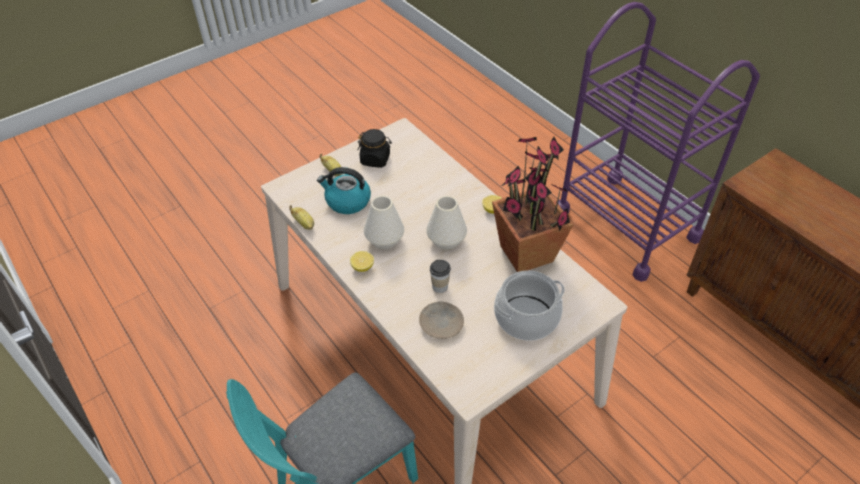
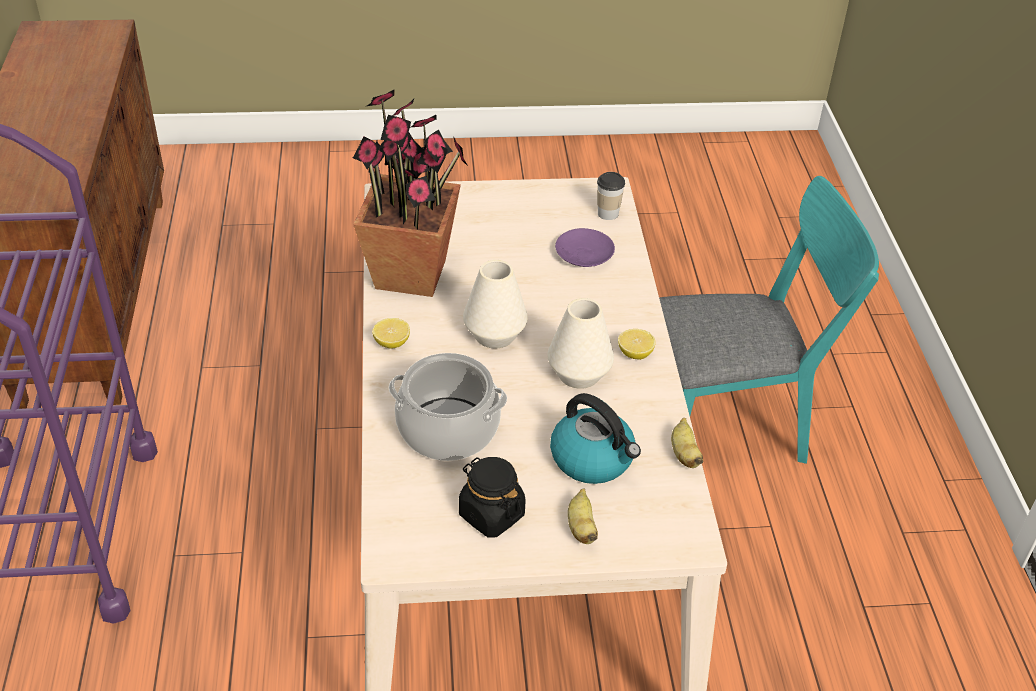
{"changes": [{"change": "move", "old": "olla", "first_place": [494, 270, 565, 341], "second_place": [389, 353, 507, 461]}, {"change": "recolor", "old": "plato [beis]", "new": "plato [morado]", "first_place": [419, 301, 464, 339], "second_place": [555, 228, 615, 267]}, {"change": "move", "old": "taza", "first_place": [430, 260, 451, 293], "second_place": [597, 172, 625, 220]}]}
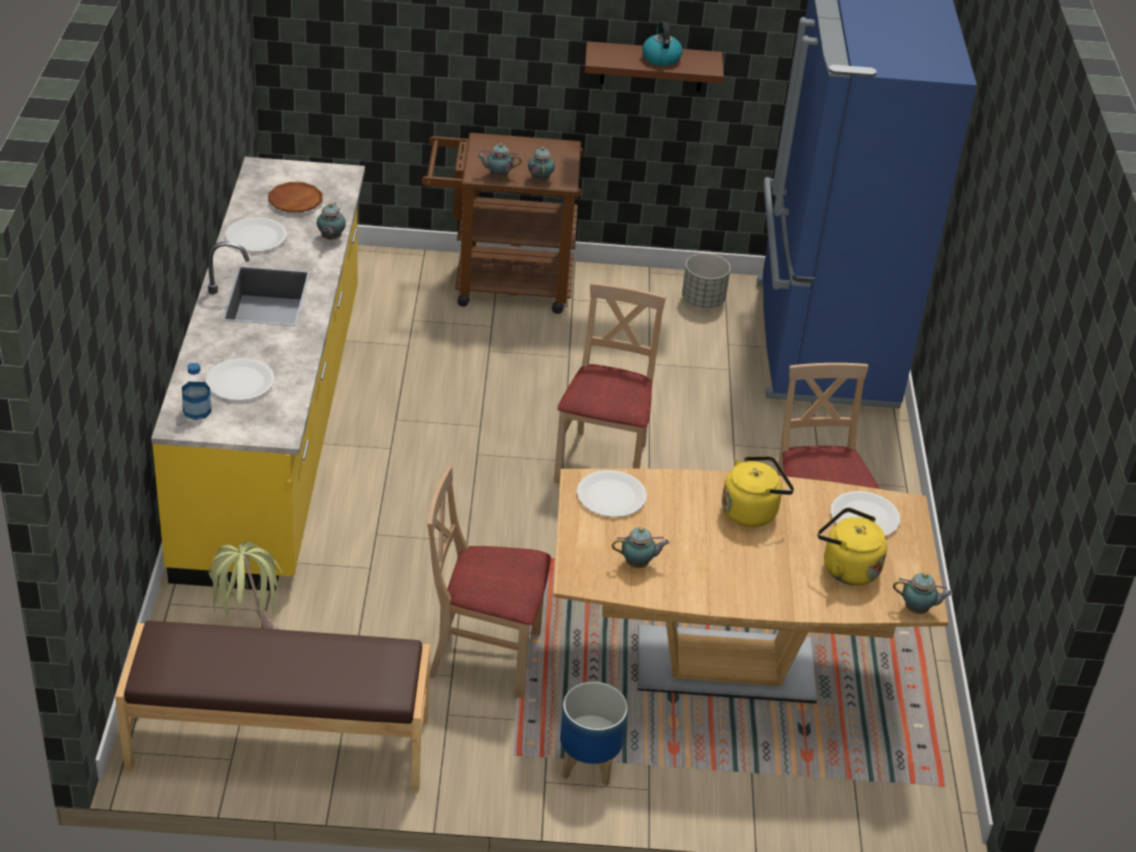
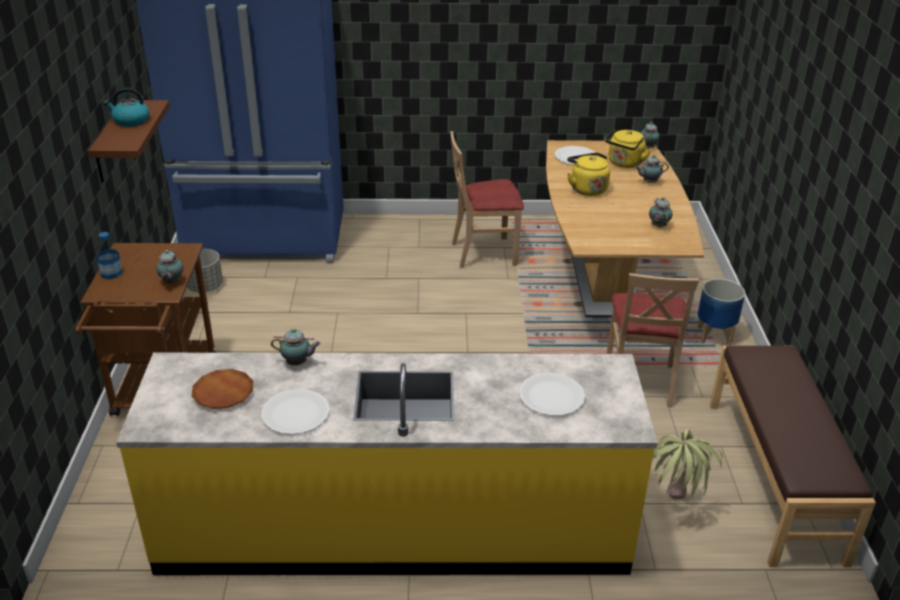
{"changes": [{"change": "move", "old": "botella", "first_place": [182, 363, 212, 420], "second_place": [96, 232, 123, 279]}, {"change": "move", "old": "tetera", "first_place": [528, 147, 555, 182], "second_place": [635, 155, 669, 183]}, {"change": "delete", "old": "silla [beis]", "first_place": [554, 282, 666, 484]}, {"change": "delete", "old": "plato [blanco]", "first_place": [577, 470, 647, 517]}]}
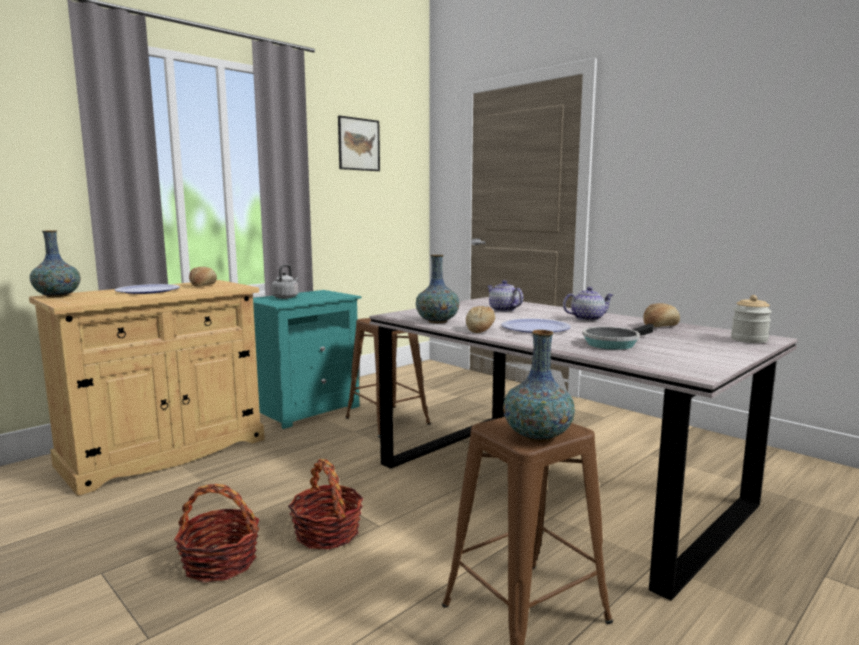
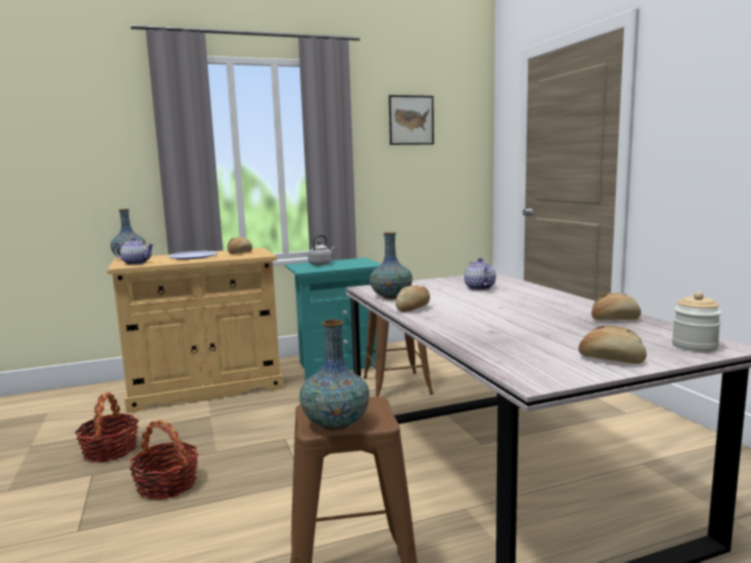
{"changes": [{"change": "move", "old": "cesta", "first_place": [288, 459, 364, 549], "second_place": [74, 392, 139, 462]}, {"change": "move", "old": "tetera", "first_place": [563, 287, 613, 321], "second_place": [114, 237, 154, 265]}, {"change": "insert", "new": "pan", "second_place": [579, 326, 647, 364]}, {"change": "delete", "old": "plato", "first_place": [501, 318, 571, 333]}, {"change": "delete", "old": "sartén", "first_place": [582, 324, 654, 350]}]}
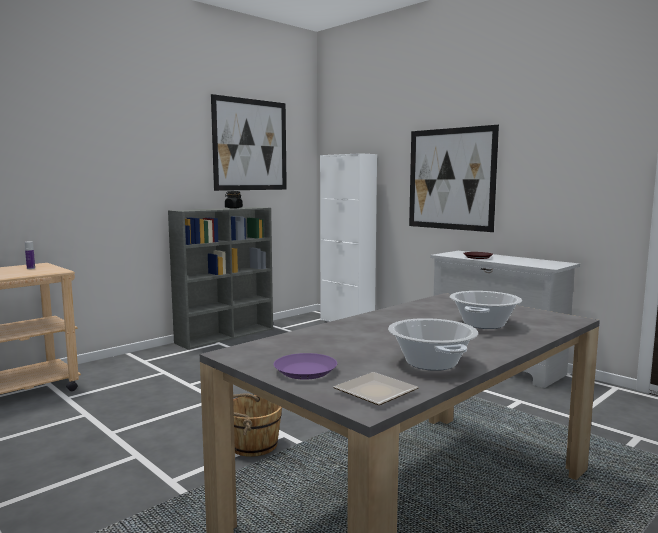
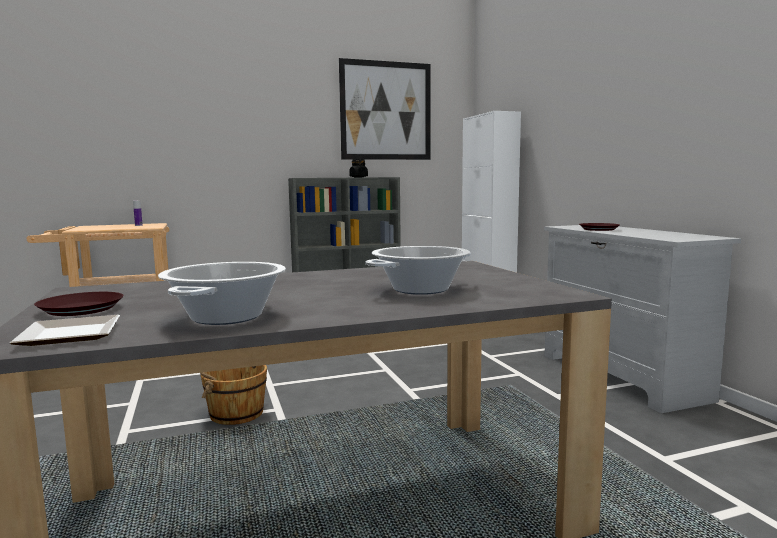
{"changes": [{"change": "recolor", "old": "plato [morado]", "new": "plato [marrón]", "first_place": [274, 353, 337, 380], "second_place": [34, 292, 123, 316]}, {"change": "delete", "old": "cuadro", "first_place": [409, 125, 499, 232]}]}
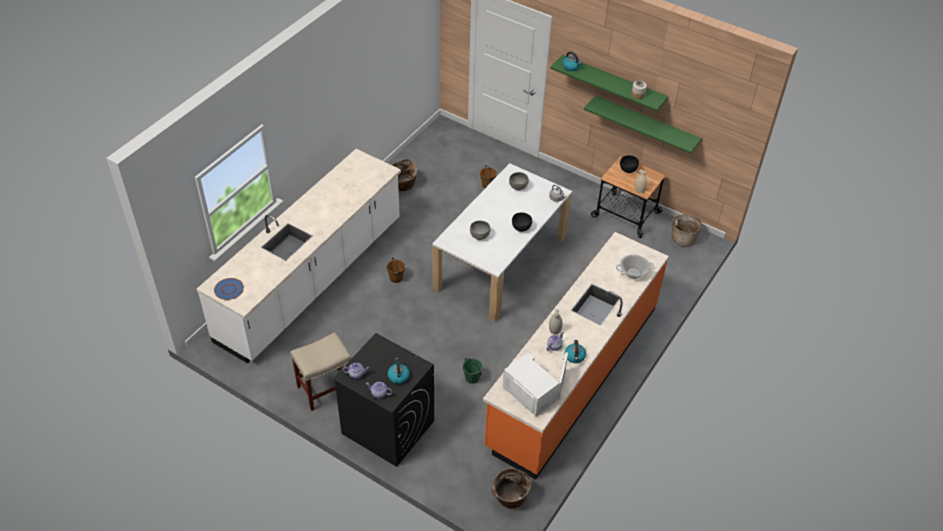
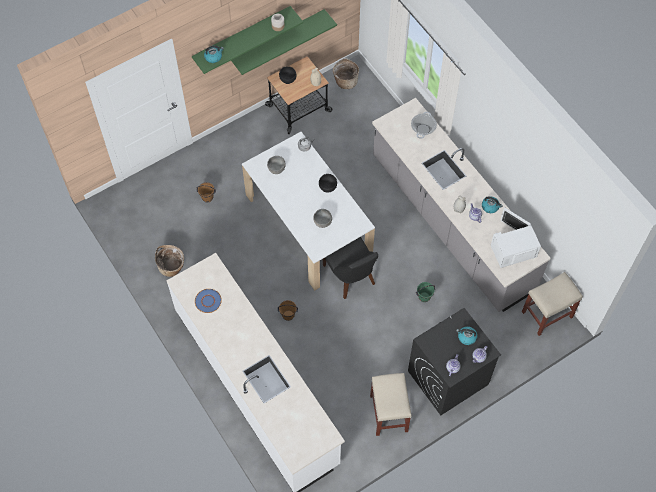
{"changes": [{"change": "move", "old": "plato [azul]", "first_place": [214, 278, 244, 300], "second_place": [195, 289, 222, 313]}, {"change": "insert", "new": "silla [negro]", "second_place": [323, 237, 378, 299]}, {"change": "recolor", "old": "mueble bajo de cocina [naranja]", "new": "mueble bajo de cocina [gris]", "first_place": [483, 232, 669, 480], "second_place": [372, 98, 551, 312]}, {"change": "replace", "old": "cesta", "new": "taburete [beis]", "first_place": [491, 468, 532, 508], "second_place": [522, 272, 583, 336]}]}
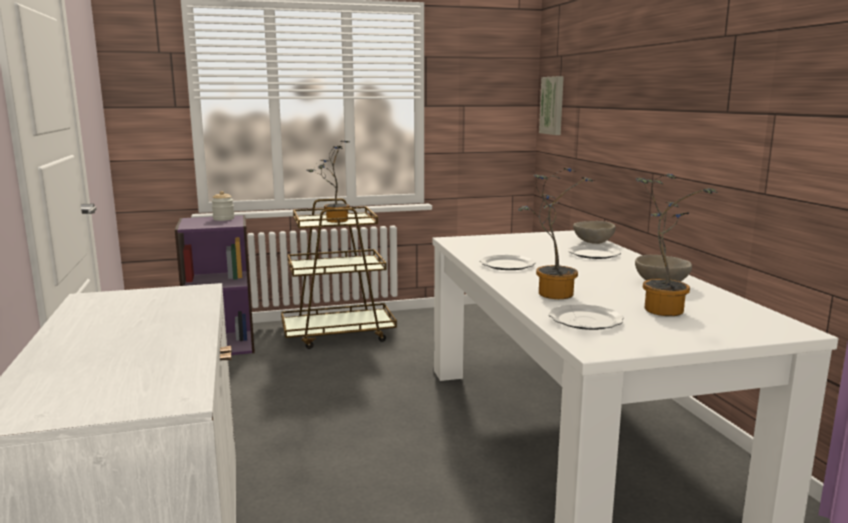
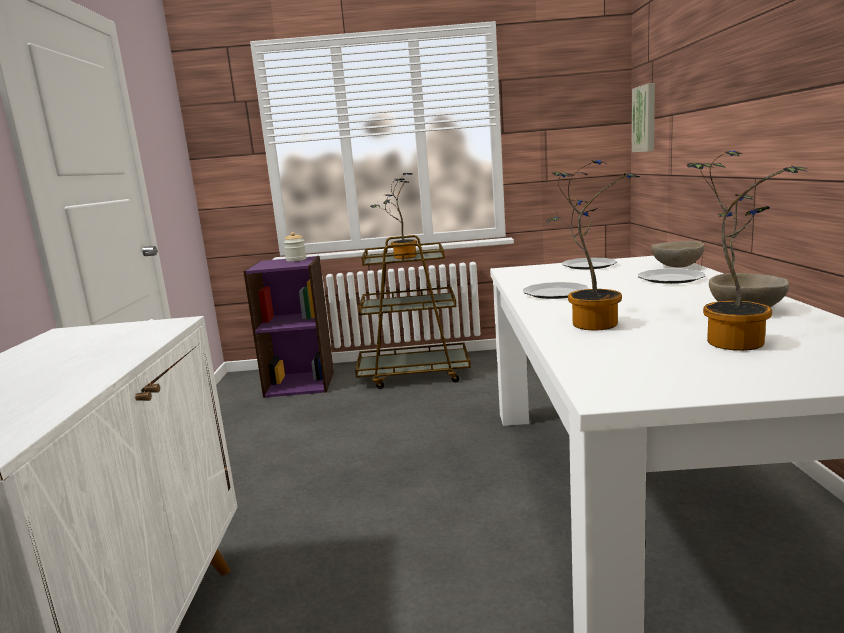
{"changes": [{"change": "move", "old": "plato", "first_place": [549, 304, 624, 330], "second_place": [561, 257, 617, 269]}]}
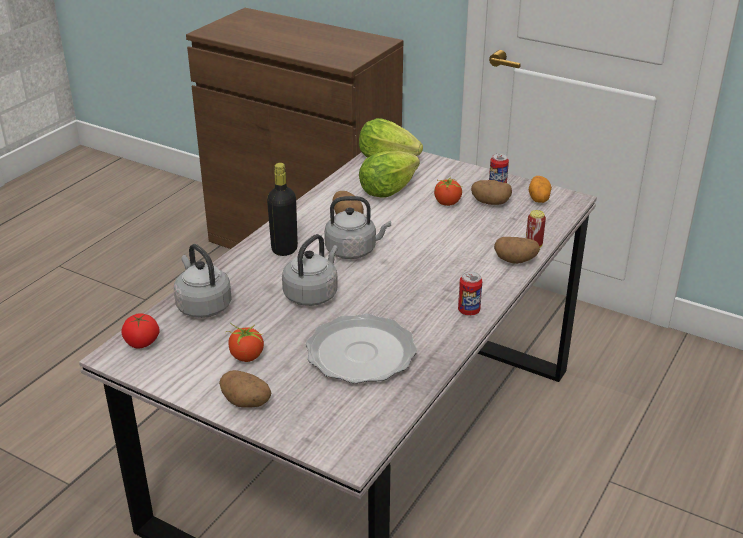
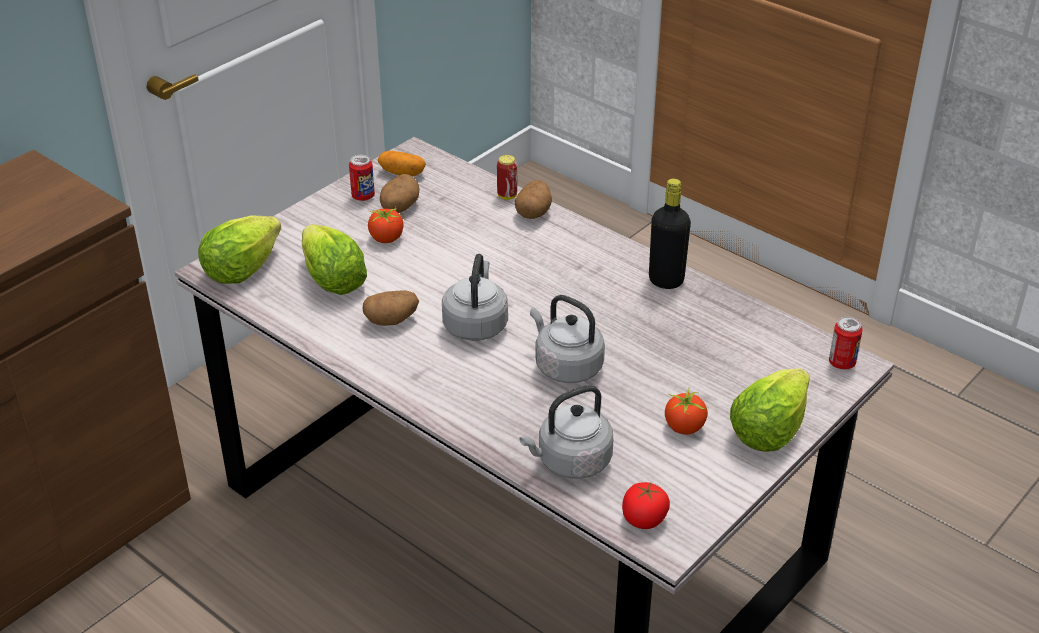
{"changes": [{"change": "move", "old": "botella [negro]", "first_place": [267, 163, 298, 256], "second_place": [649, 179, 691, 289]}, {"change": "replace", "old": "patata", "new": "lechuga", "first_place": [219, 370, 271, 408], "second_place": [730, 368, 810, 452]}, {"change": "move", "old": "lata", "first_place": [458, 271, 482, 316], "second_place": [829, 317, 863, 369]}, {"change": "delete", "old": "plato", "first_place": [306, 314, 417, 383]}]}
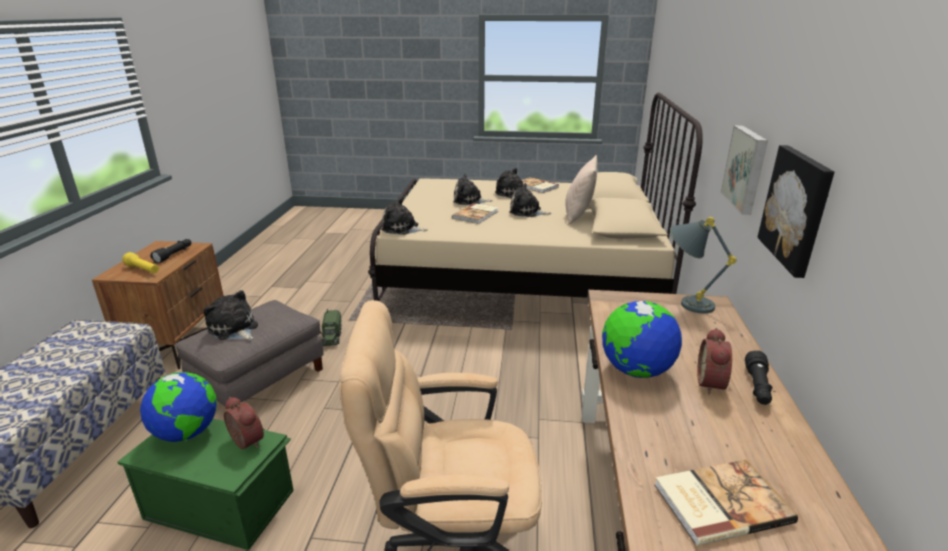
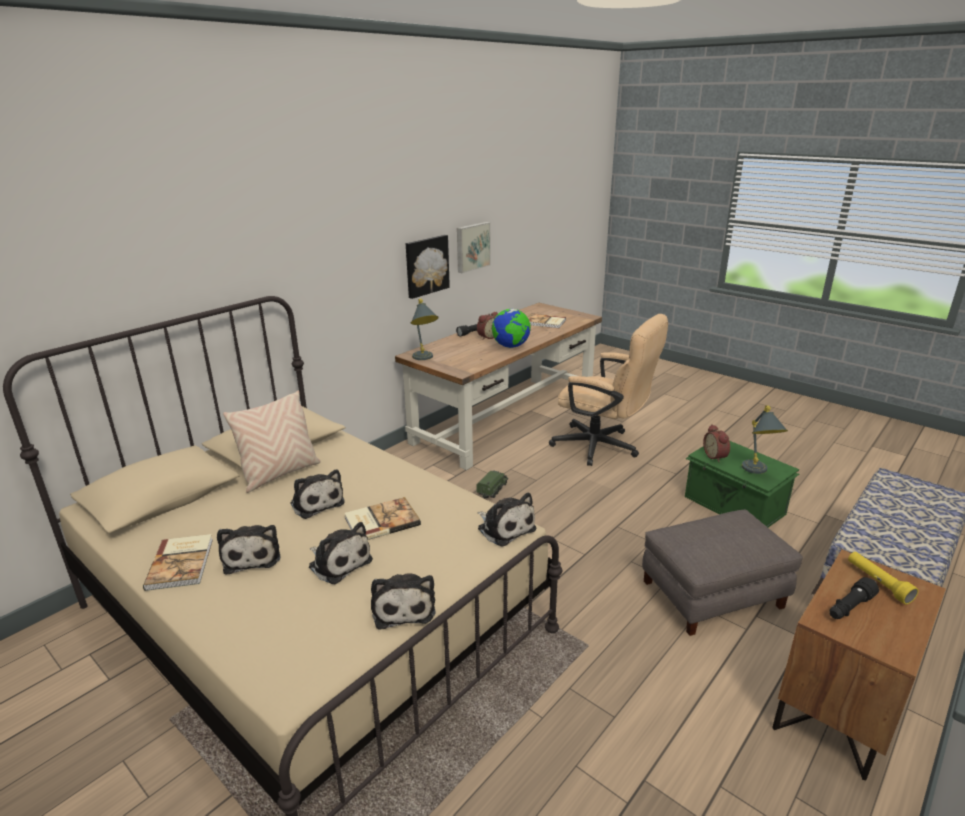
{"changes": [{"change": "move", "old": "peluche", "first_place": [204, 290, 258, 340], "second_place": [371, 573, 435, 630]}, {"change": "move", "old": "cuadro", "first_place": [721, 125, 768, 215], "second_place": [457, 222, 491, 273]}, {"change": "move", "old": "camión de juguete", "first_place": [320, 309, 342, 346], "second_place": [476, 470, 508, 499]}, {"change": "replace", "old": "globo terráqueo", "new": "lámpara de mesa [gris]", "first_place": [140, 372, 217, 442], "second_place": [742, 405, 788, 474]}]}
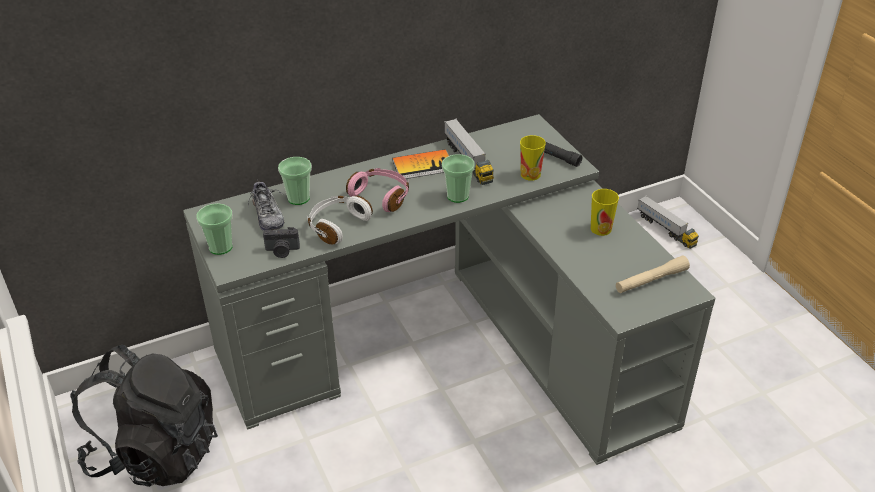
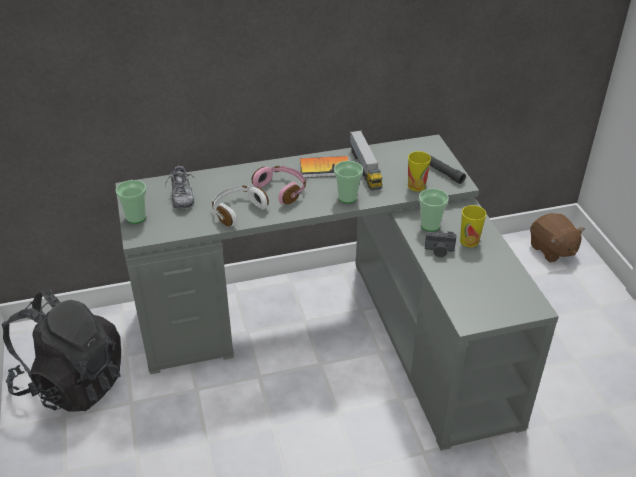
{"changes": [{"change": "move", "old": "taza", "first_place": [278, 157, 312, 205], "second_place": [419, 188, 449, 232]}, {"change": "move", "old": "cámara", "first_place": [263, 227, 300, 258], "second_place": [425, 231, 456, 257]}, {"change": "replace", "old": "camión de juguete", "new": "peluche [marrón]", "first_place": [637, 196, 699, 249], "second_place": [530, 213, 585, 262]}, {"change": "delete", "old": "linterna [beis]", "first_place": [616, 255, 690, 293]}]}
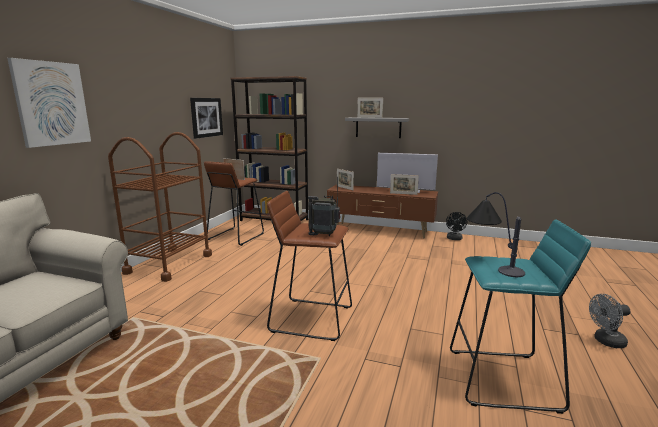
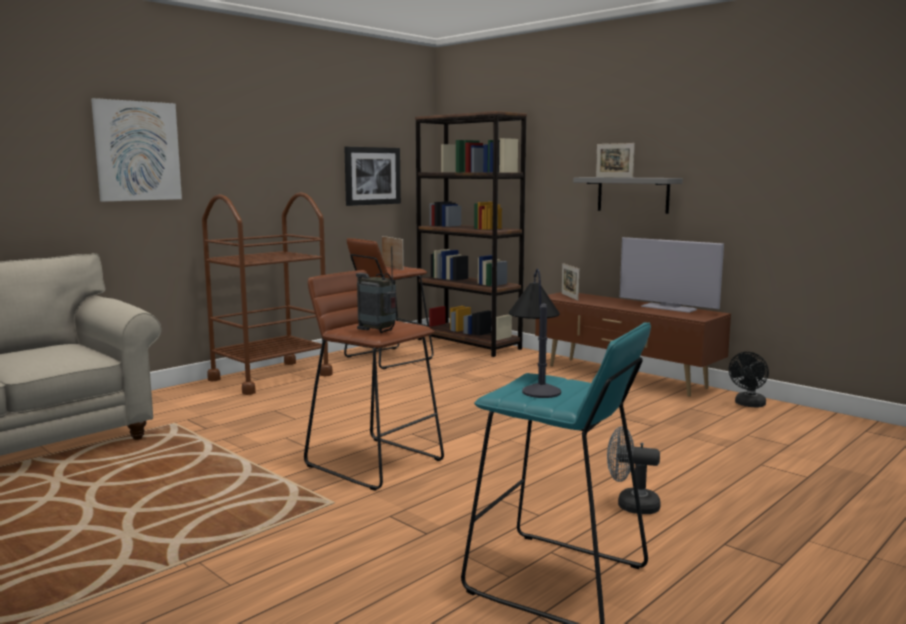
{"changes": [{"change": "move", "old": "ventilador [gris]", "first_place": [589, 294, 631, 348], "second_place": [607, 426, 661, 514]}, {"change": "delete", "old": "portarretratos", "first_place": [390, 174, 419, 195]}]}
